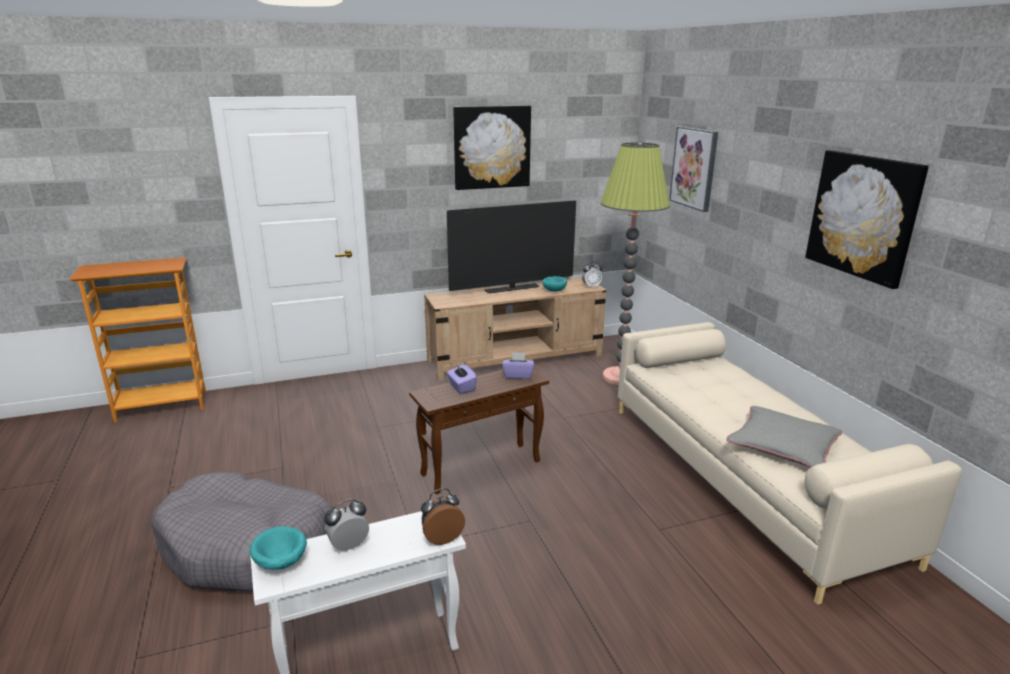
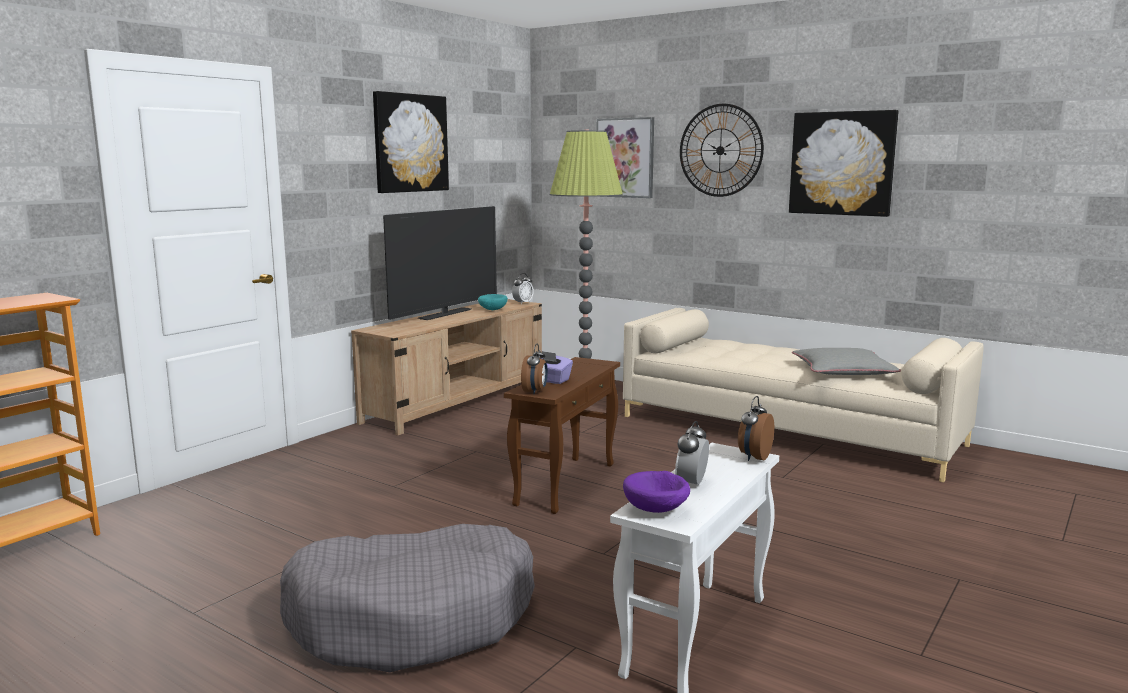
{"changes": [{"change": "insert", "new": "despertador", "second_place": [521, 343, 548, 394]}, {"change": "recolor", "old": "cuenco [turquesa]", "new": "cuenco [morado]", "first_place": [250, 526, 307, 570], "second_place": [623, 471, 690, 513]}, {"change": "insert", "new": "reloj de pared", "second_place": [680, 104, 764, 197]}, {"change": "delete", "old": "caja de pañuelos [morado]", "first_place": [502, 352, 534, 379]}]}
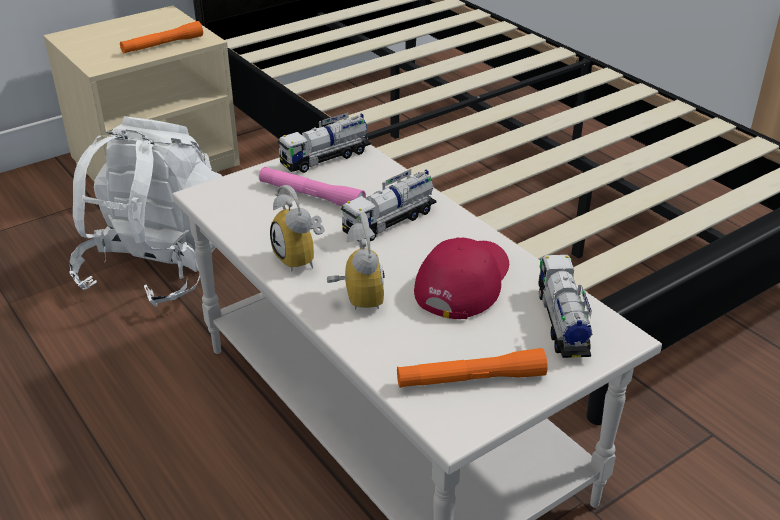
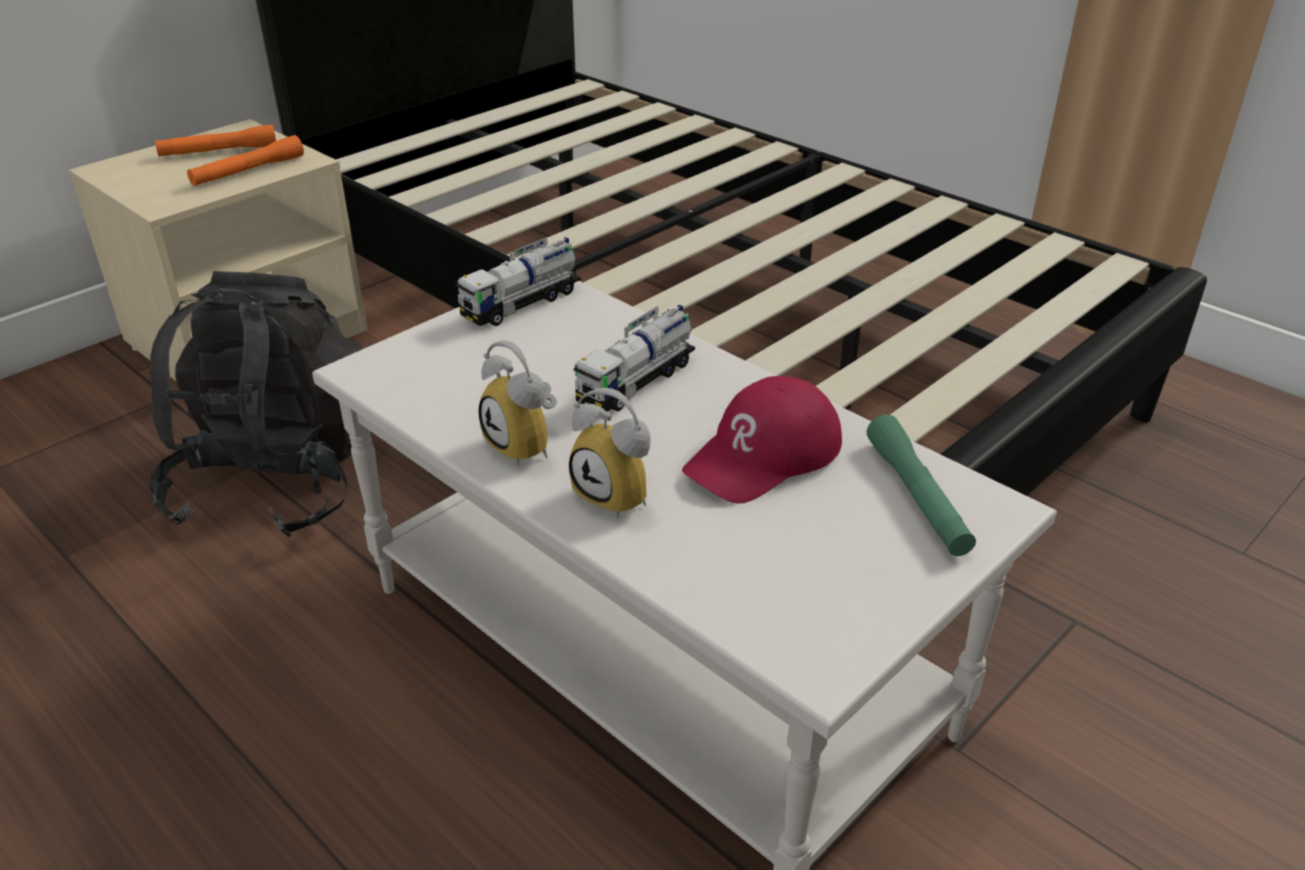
{"changes": [{"change": "recolor", "old": "mochila [blanco]", "new": "mochila [negro]", "first_place": [69, 116, 222, 307], "second_place": [150, 271, 371, 537]}, {"change": "move", "old": "linterna [naranja]", "first_place": [397, 348, 548, 388], "second_place": [155, 124, 276, 157]}, {"change": "rotate", "old": "despertador", "first_place": [327, 212, 384, 310], "second_place": [569, 388, 651, 518], "degrees": 150}, {"change": "rotate", "old": "gorra [rojo]", "first_place": [414, 237, 509, 319], "second_place": [682, 376, 842, 503], "degrees": -150}, {"change": "replace", "old": "camión de juguete", "new": "linterna [verde]", "first_place": [538, 255, 592, 358], "second_place": [867, 415, 976, 556]}, {"change": "delete", "old": "linterna [rosa]", "first_place": [259, 167, 366, 206]}]}
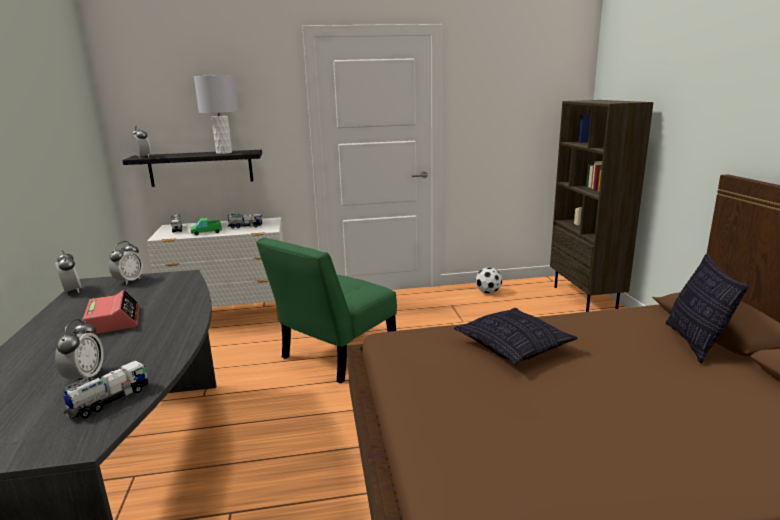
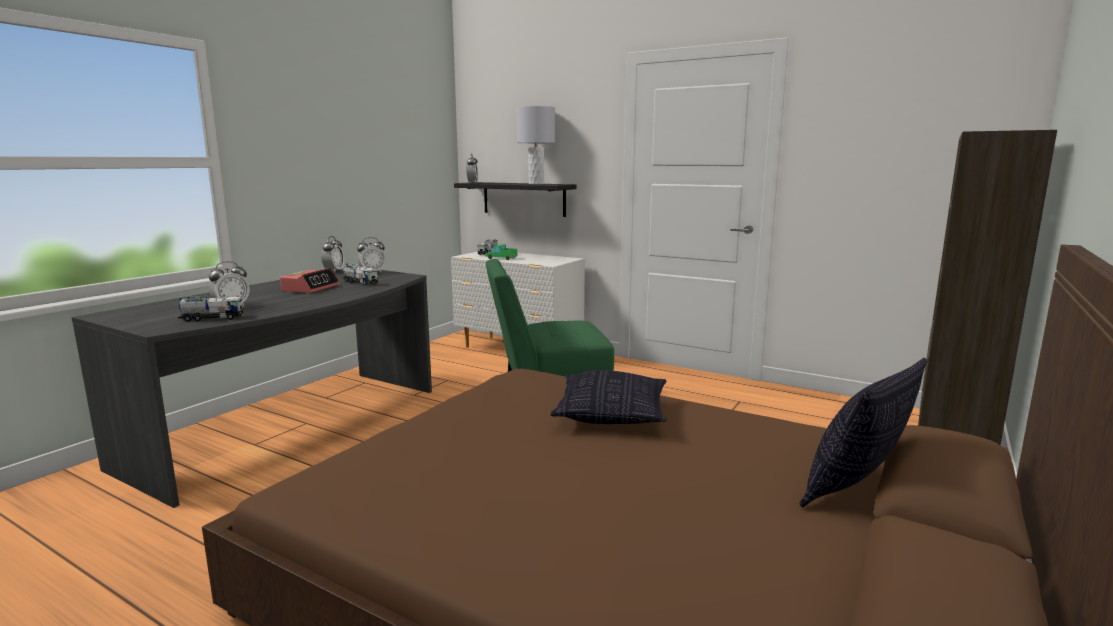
{"changes": [{"change": "move", "old": "camión de juguete", "first_place": [228, 213, 262, 229], "second_place": [342, 263, 378, 285]}, {"change": "delete", "old": "balón de fútbol", "first_place": [476, 267, 502, 294]}]}
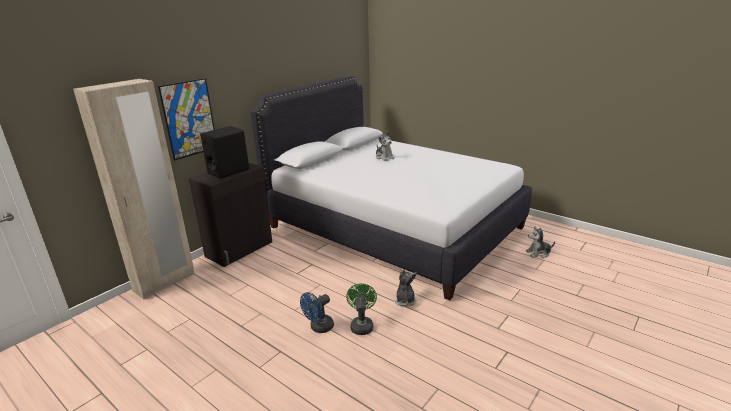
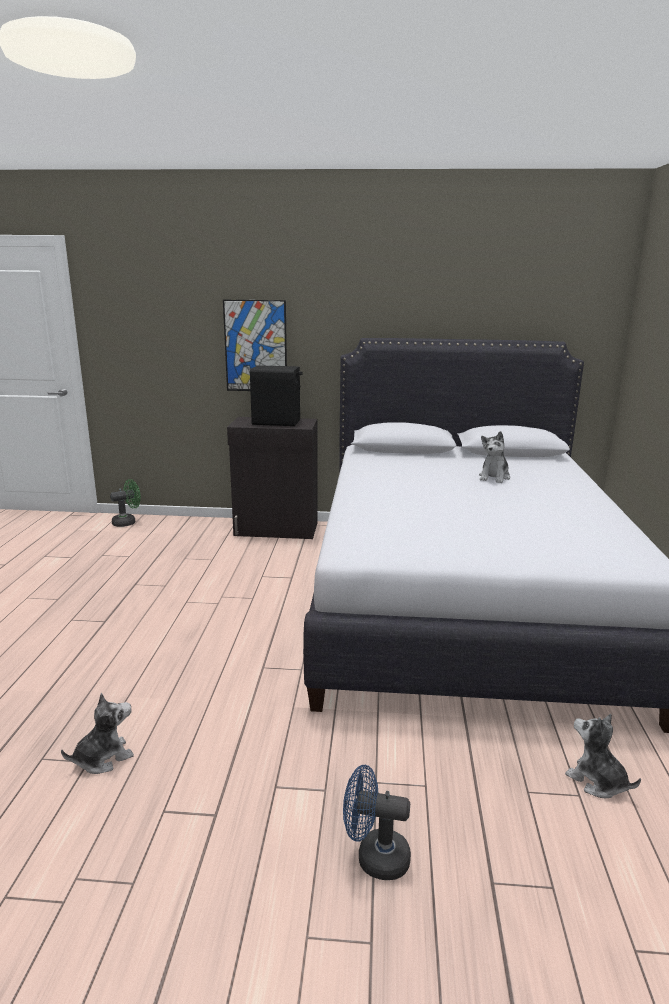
{"changes": [{"change": "move", "old": "peluche", "first_place": [394, 269, 417, 306], "second_place": [61, 693, 134, 774]}, {"change": "move", "old": "ventilador [verde]", "first_place": [346, 283, 377, 335], "second_place": [110, 479, 141, 527]}, {"change": "move", "old": "ventilador [azul]", "first_place": [300, 292, 334, 333], "second_place": [343, 765, 411, 880]}, {"change": "delete", "old": "armario ropero [beis]", "first_place": [73, 79, 195, 299]}]}
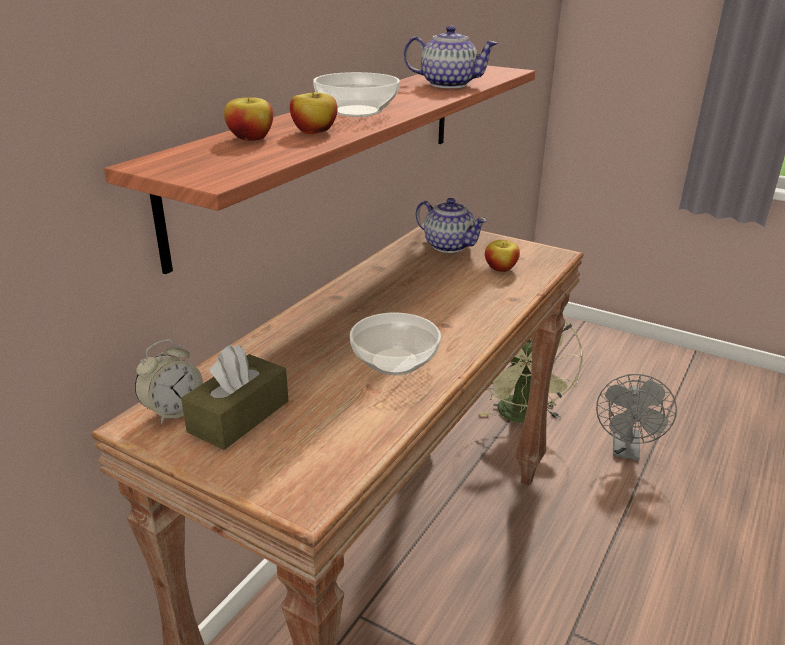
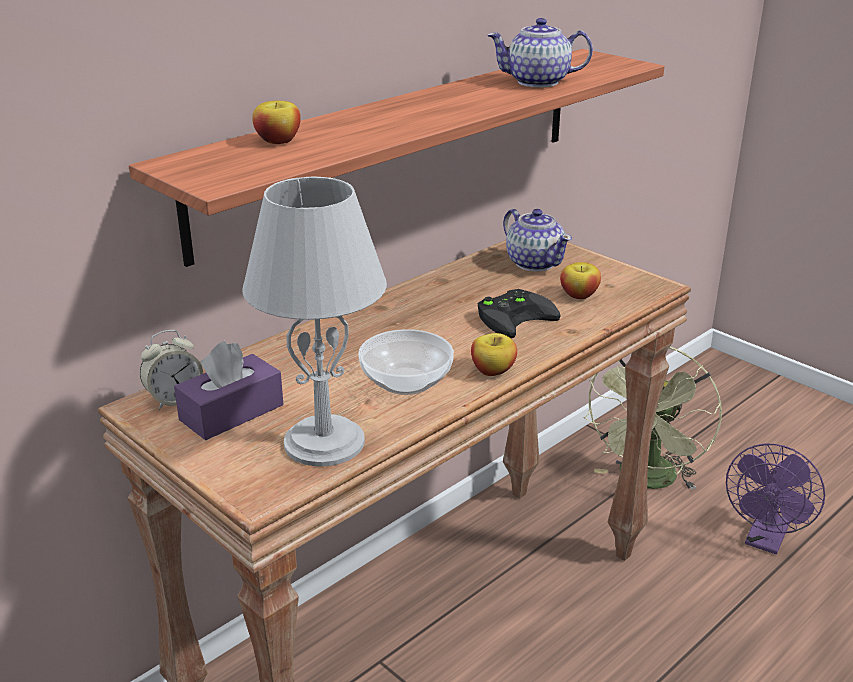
{"changes": [{"change": "recolor", "old": "caja de pañuelos [marrón]", "new": "caja de pañuelos [morado]", "first_place": [181, 345, 289, 450], "second_place": [174, 341, 283, 440]}, {"change": "insert", "new": "lámpara de mesa [gris]", "second_place": [242, 176, 387, 467]}, {"change": "move", "old": "manzana", "first_place": [290, 92, 338, 134], "second_place": [471, 333, 517, 376]}, {"change": "insert", "new": "mando de consola [negro]", "second_place": [478, 289, 561, 338]}, {"change": "rotate", "old": "tetera", "first_place": [404, 26, 498, 88], "second_place": [487, 18, 593, 87], "degrees": 150}, {"change": "recolor", "old": "ventilador [gris]", "new": "ventilador [morado]", "first_place": [596, 374, 677, 460], "second_place": [726, 443, 825, 554]}, {"change": "delete", "old": "cuenco", "first_place": [313, 72, 400, 117]}]}
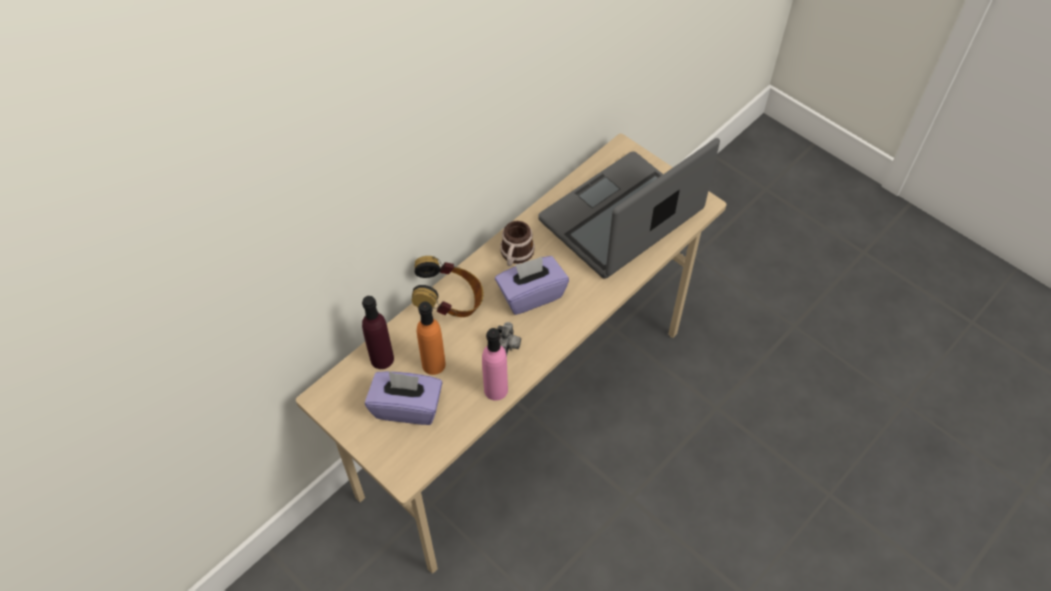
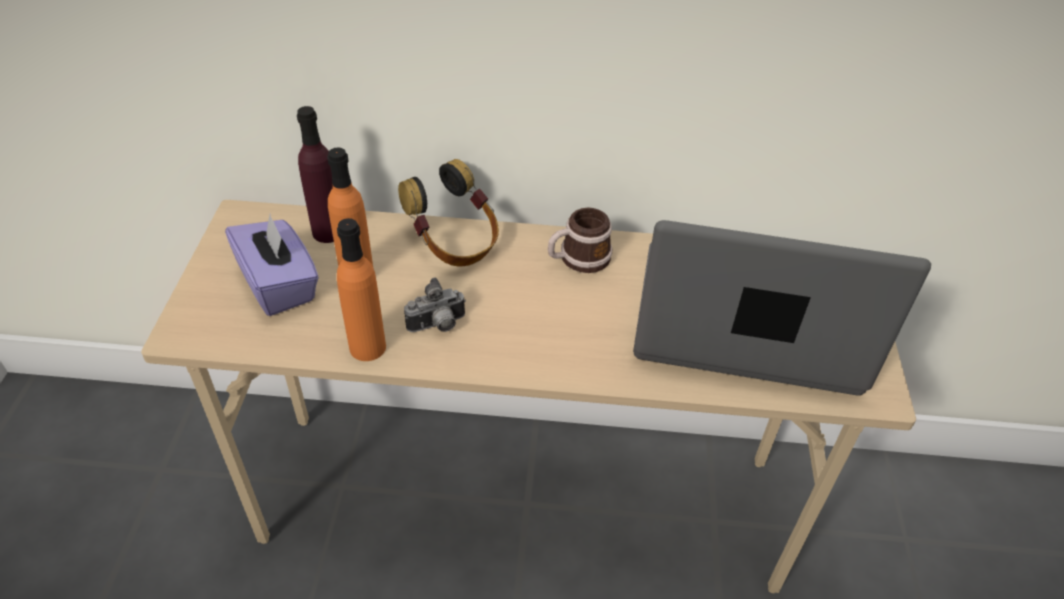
{"changes": [{"change": "recolor", "old": "botella [rosa]", "new": "botella [naranja]", "first_place": [482, 328, 508, 401], "second_place": [337, 218, 386, 361]}, {"change": "delete", "old": "caja de pañuelos [morado]", "first_place": [495, 256, 569, 315]}]}
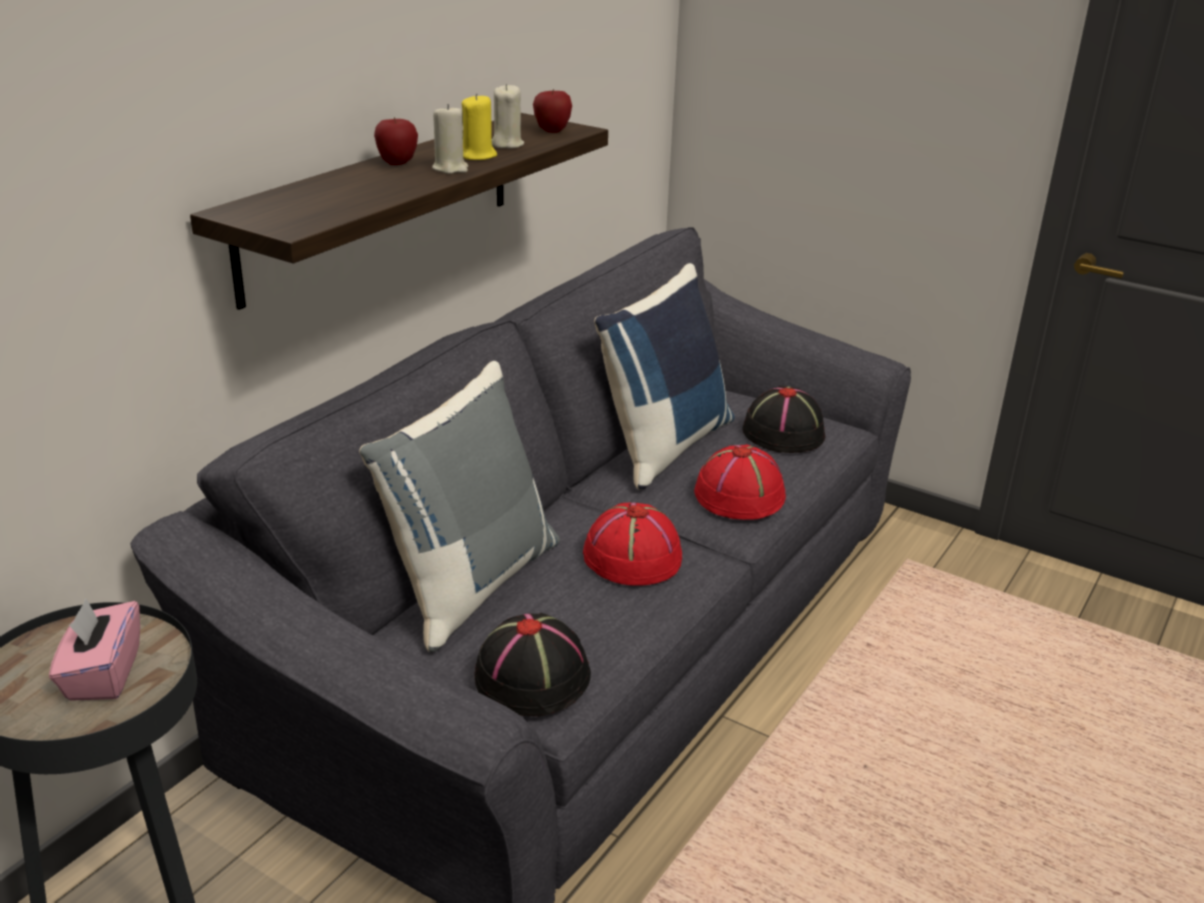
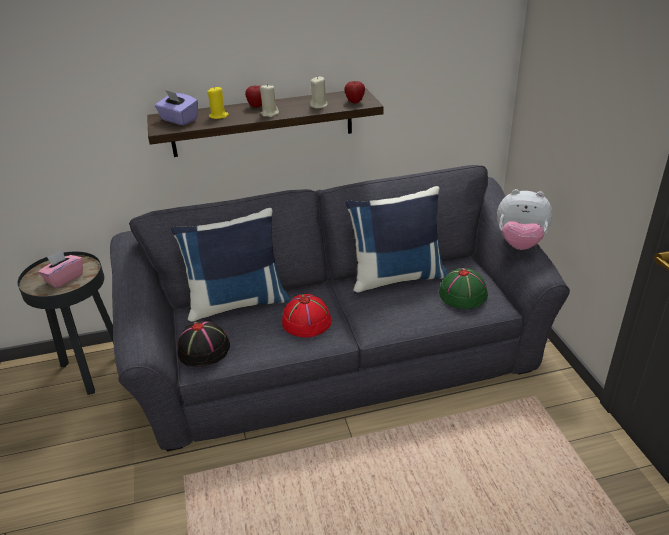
{"changes": [{"change": "insert", "new": "caja de pañuelos [morado]", "second_place": [155, 90, 198, 125]}, {"change": "recolor", "old": "cojín [gris]", "new": "cojín [azul]", "first_place": [359, 361, 560, 652], "second_place": [171, 208, 291, 323]}, {"change": "move", "old": "vela [amarillo]", "first_place": [462, 94, 497, 160], "second_place": [207, 86, 229, 119]}, {"change": "recolor", "old": "sombrero [negro]", "new": "sombrero [verde]", "first_place": [743, 386, 825, 453], "second_place": [439, 268, 488, 309]}, {"change": "insert", "new": "peluche", "second_place": [497, 189, 553, 250]}, {"change": "delete", "old": "sombrero [rojo]", "first_place": [694, 444, 786, 520]}]}
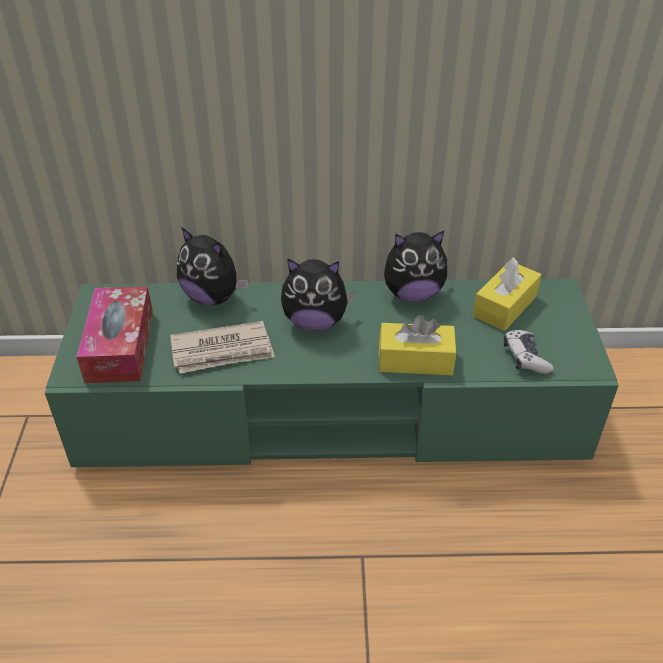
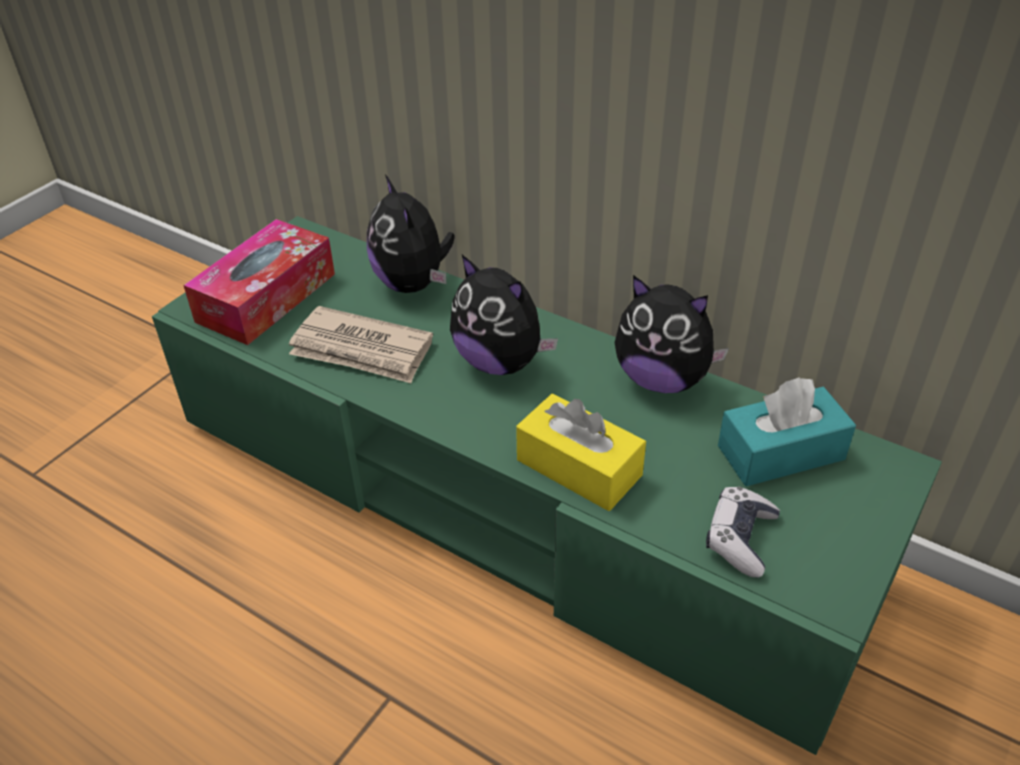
{"changes": [{"change": "recolor", "old": "caja de pañuelos [amarillo]", "new": "caja de pañuelos [turquesa]", "first_place": [473, 257, 542, 331], "second_place": [718, 377, 856, 486]}]}
